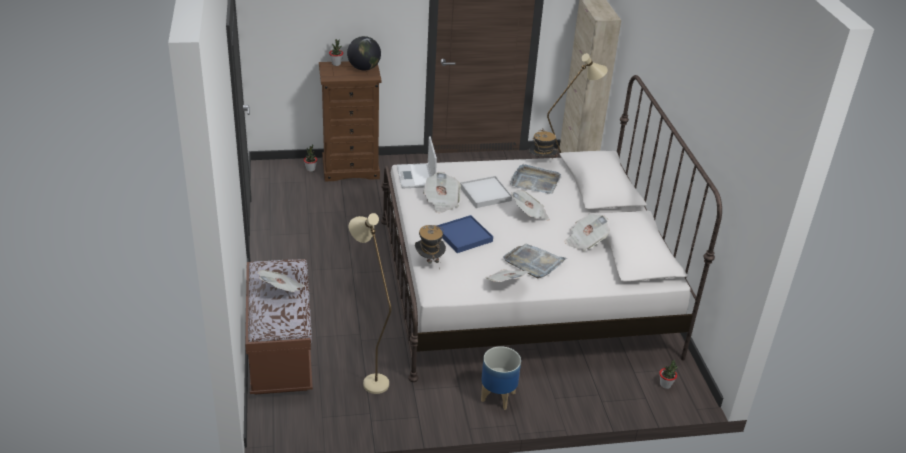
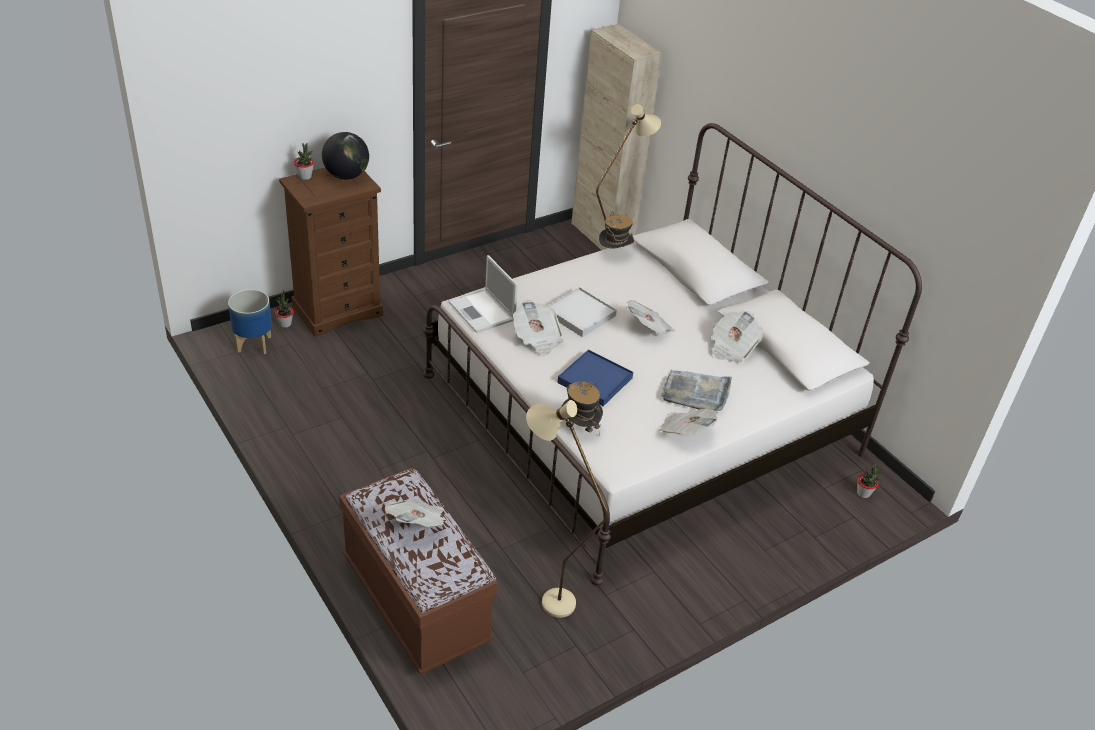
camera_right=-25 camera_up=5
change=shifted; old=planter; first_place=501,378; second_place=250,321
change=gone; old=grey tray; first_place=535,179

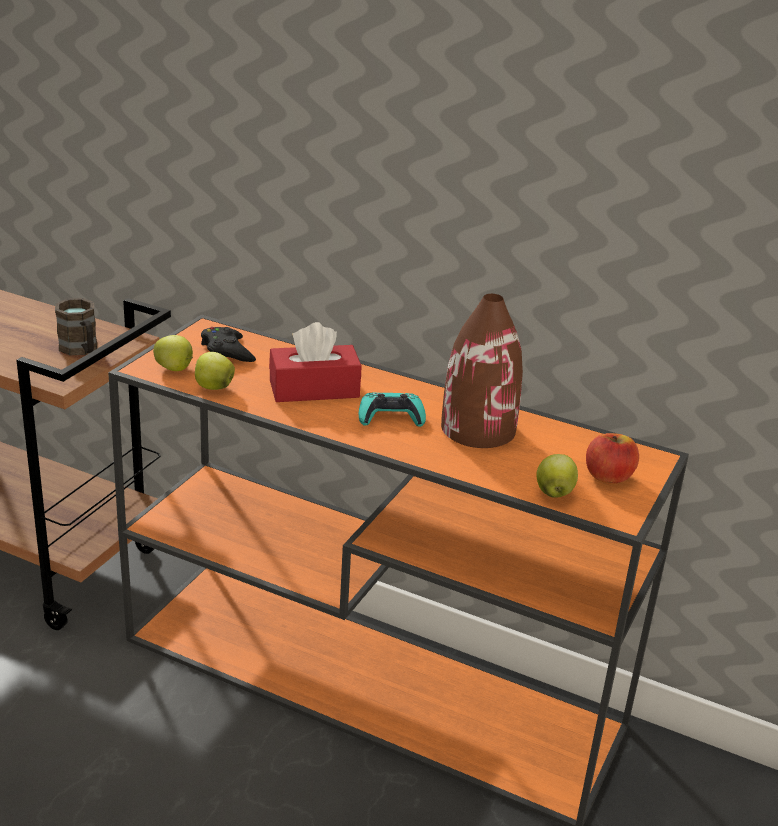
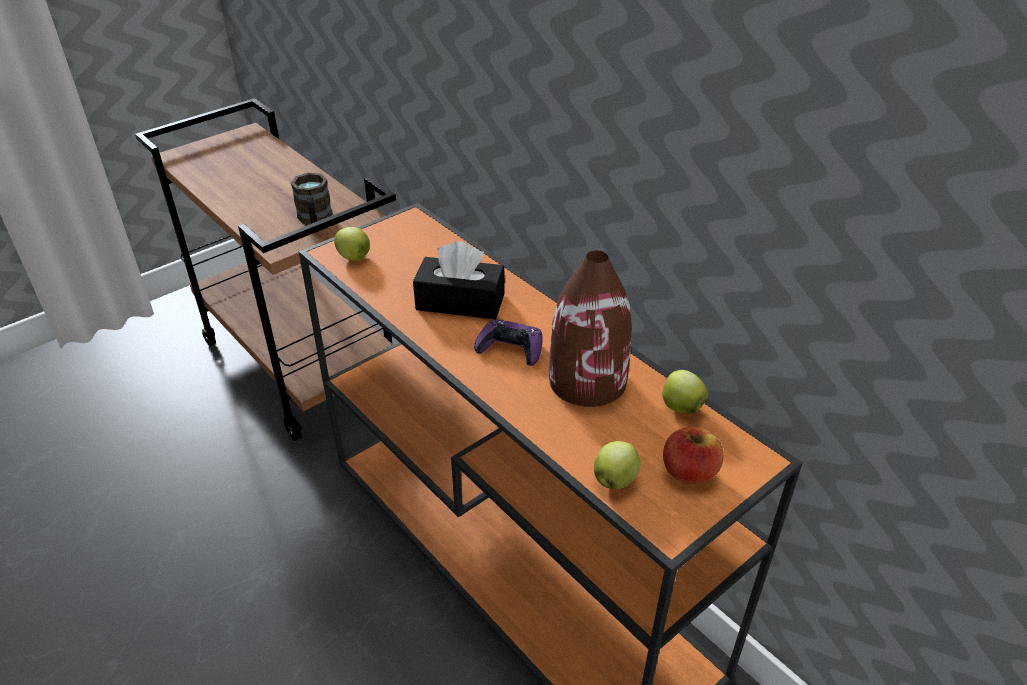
camera_right=25 camera_up=10
change=shifted; old=apple; first_place=215,371; second_place=685,392
change=gone; old=black game controller; first_place=228,344
change=repainted; old=red tissue box; new=black tissue box; first_place=315,362; second_place=459,280
change=repainted; old=turquoise game controller; new=purple game controller; first_place=392,409; second_place=508,342

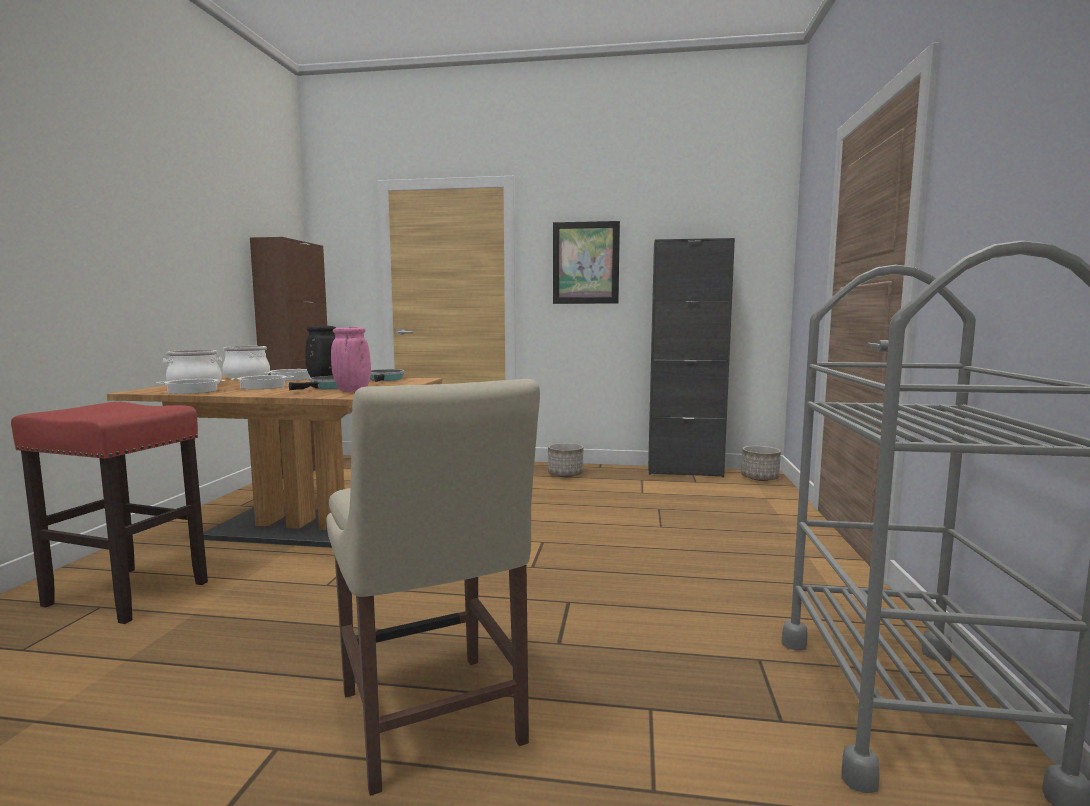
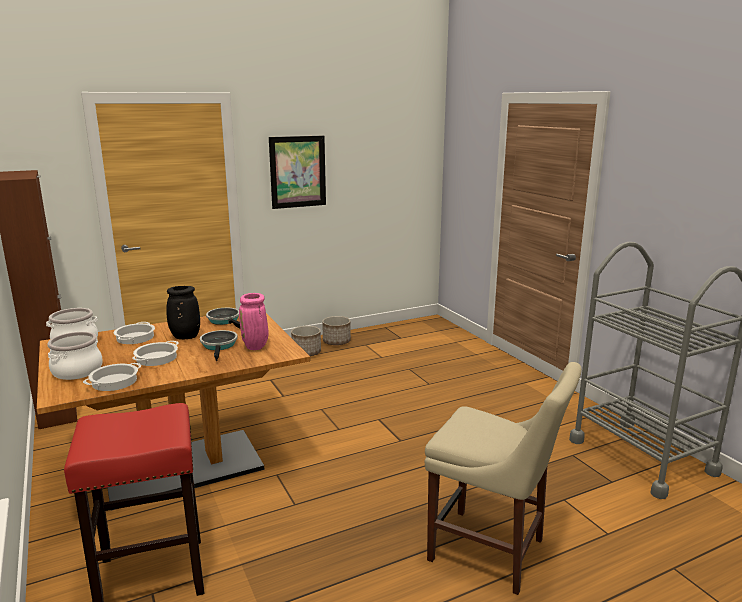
camera_right=-35 camera_up=10
change=gone; old=black cabinet; first_place=691,357
change=shifted; old=planter; first_place=761,463; second_place=336,330

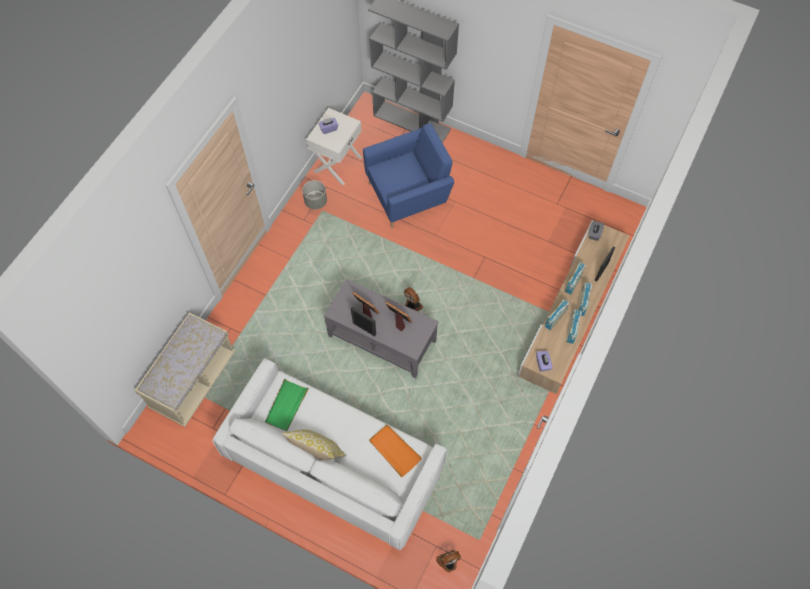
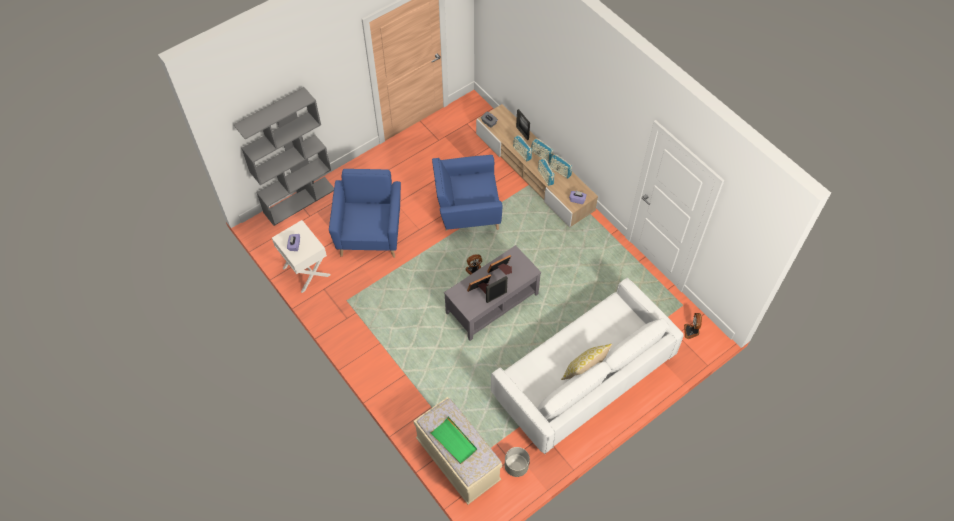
camera_right=-65 camera_up=-5
change=shifted; old=green tray; first_place=287,405; second_place=453,440
change=shifted; old=grey planter; first_place=314,195; second_place=517,462
change=gone; old=orange tray; first_place=395,451
change=new; new=blue armchair; second_place=467,193

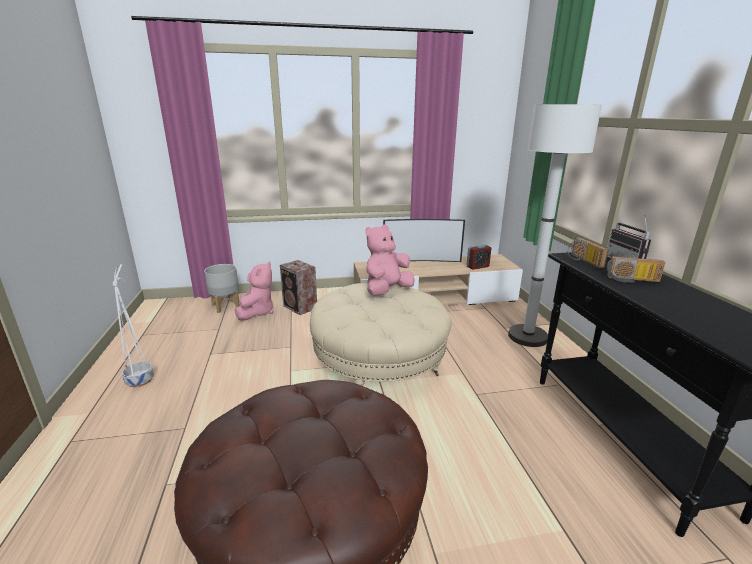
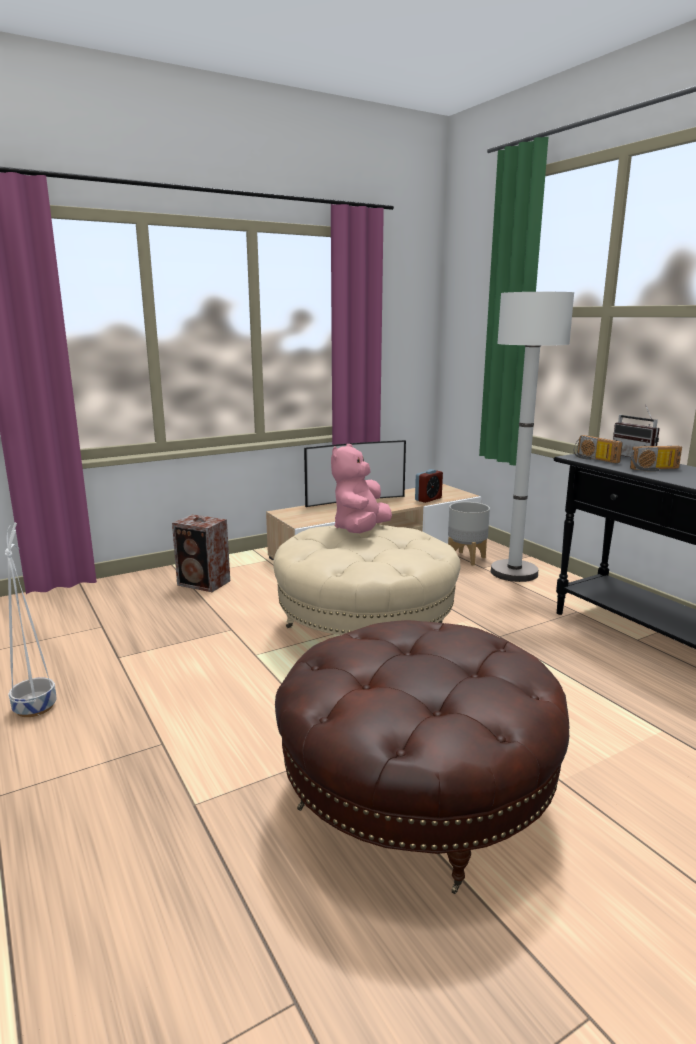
camera_right=-20 camera_up=-5
change=shifted; old=grey planter; first_place=222,288; second_place=469,534
change=gone; old=pink plush toy; first_place=254,291

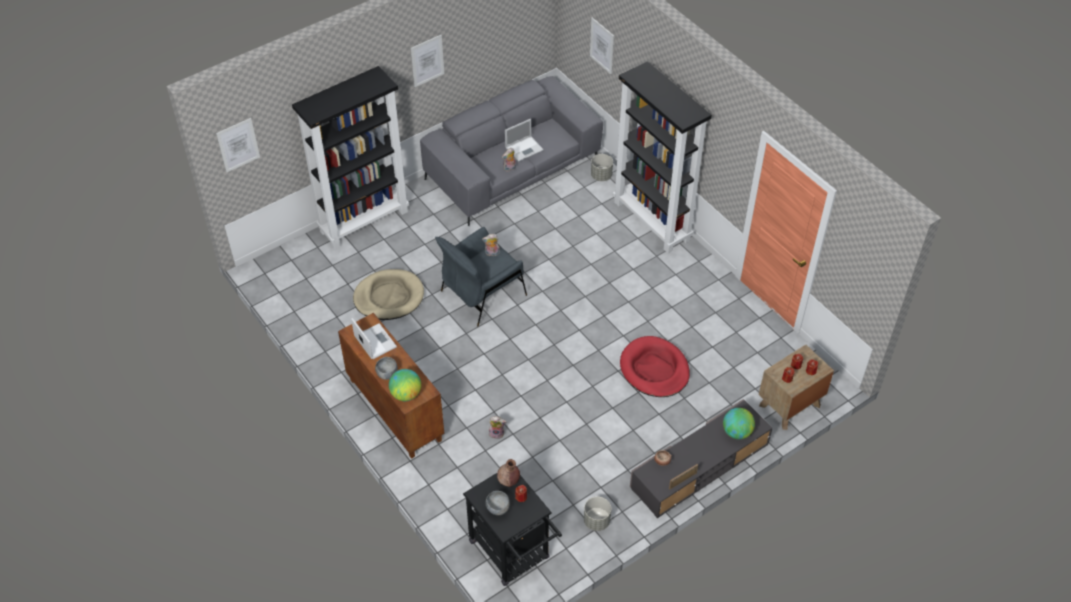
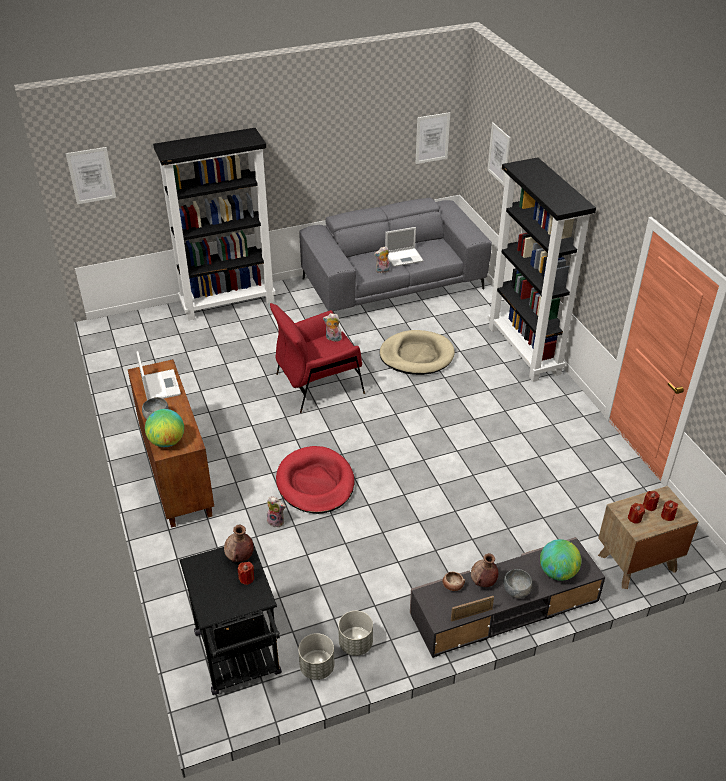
camera_right=15 camera_up=-10
change=shifted; old=beige dog bed; first_place=388,294; second_place=417,352
change=shifted; old=picture; first_place=427,61; second_place=432,138
change=repainted; old=grey armchair; new=red armchair; first_place=481,277; second_place=317,358
change=shifted; old=grey bowl; first_place=498,503; second_place=518,584
change=shifted; old=grey planter; first_place=602,167; second_place=316,656
change=shifted; old=red dog bed; first_place=655,366; second_place=315,480
change=new; new=brown vase; second_place=484,570

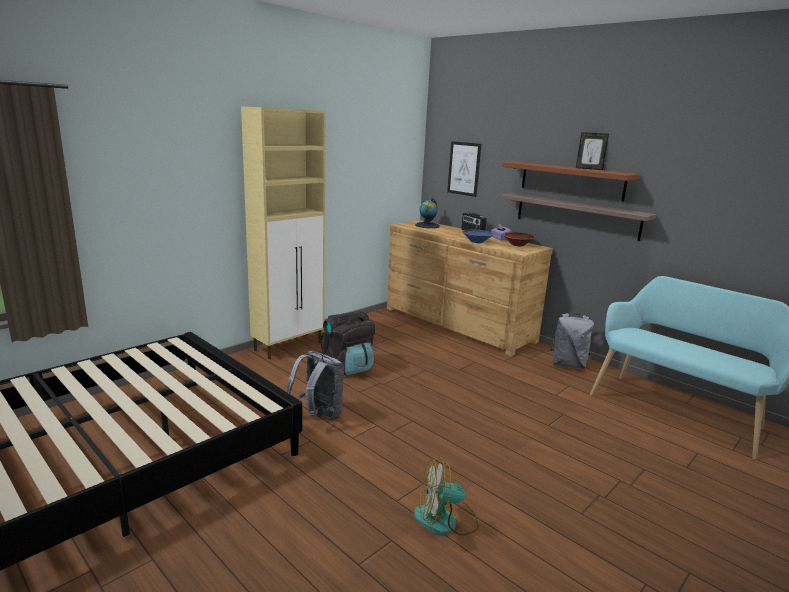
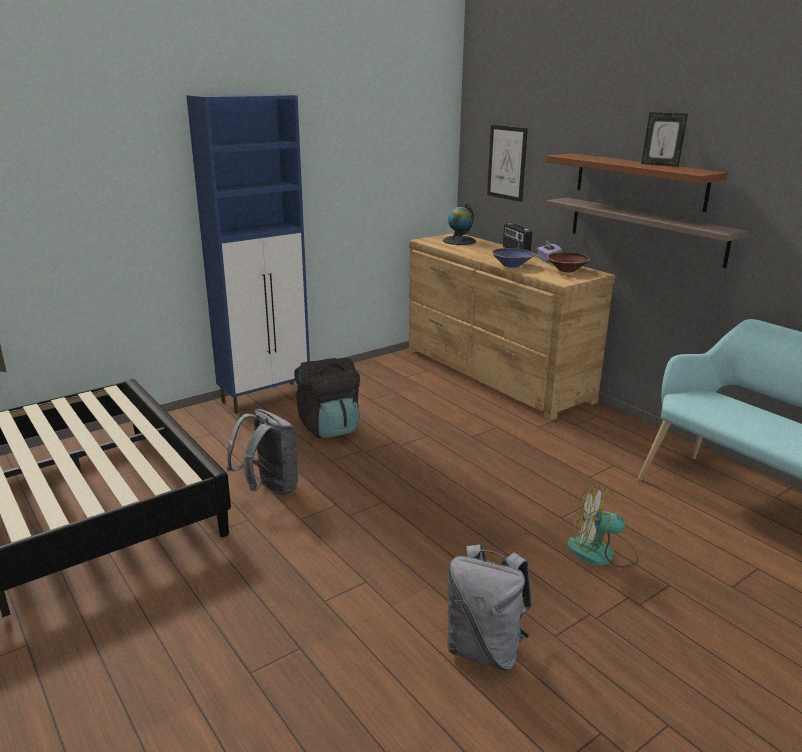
camera_right=10 camera_up=5
change=repainted; old=beige cabinet; new=blue cabinet; first_place=283,232; second_place=248,254
change=shifted; old=fan; first_place=446,496; second_place=602,526
change=shifted; old=grey backpack; first_place=572,341; second_place=489,607

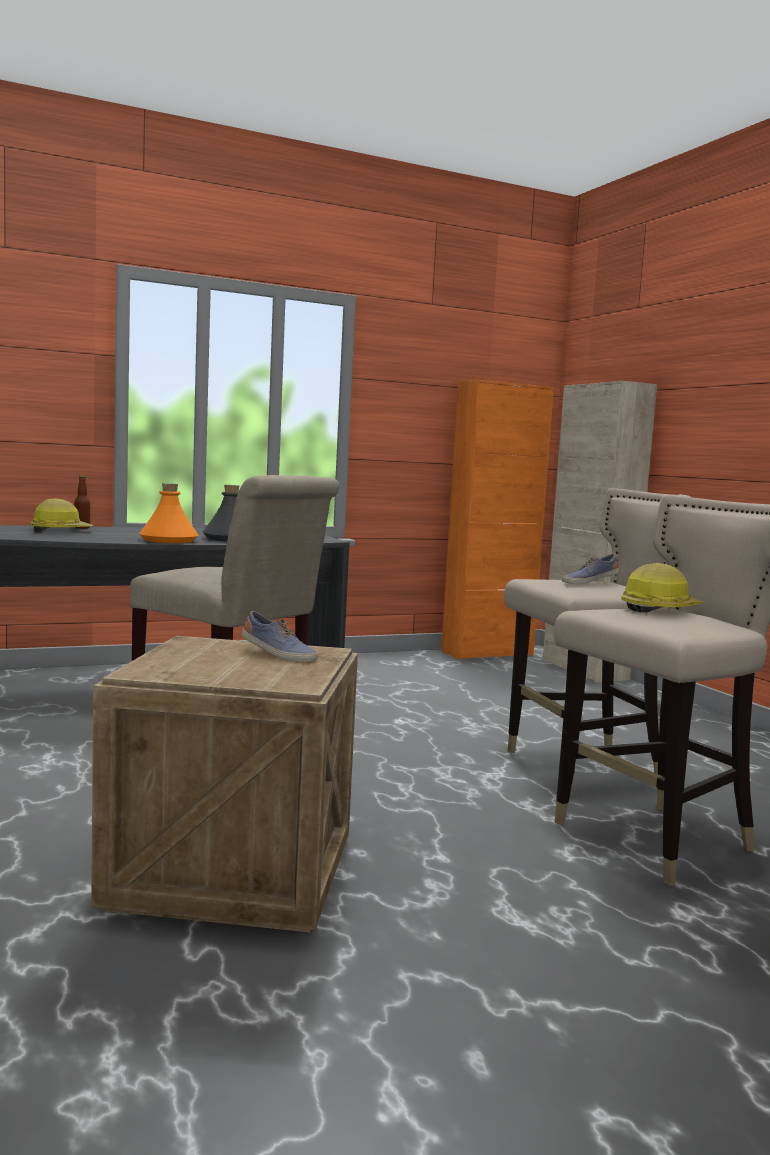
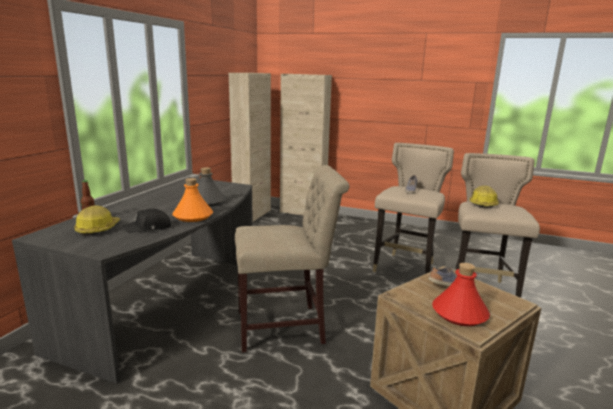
camera_right=-45 camera_up=10
change=repainted; old=orange cabinet; new=beige cabinet; first_place=497,520; second_place=250,147
change=new; new=black cap; second_place=146,220
change=new; new=red bottle; second_place=461,294

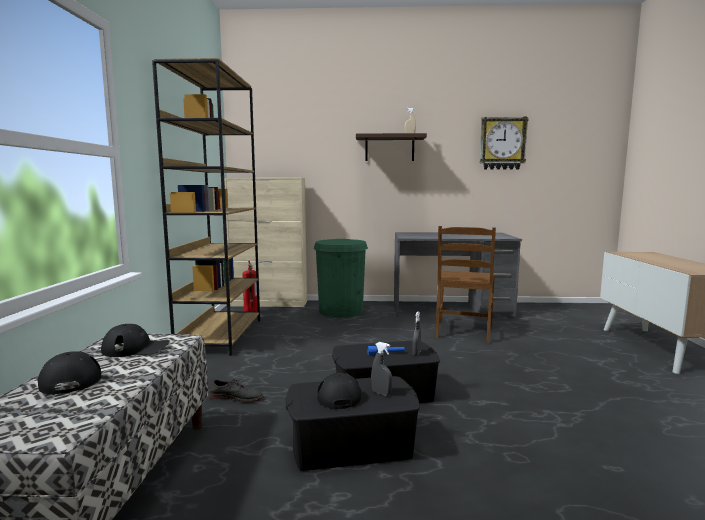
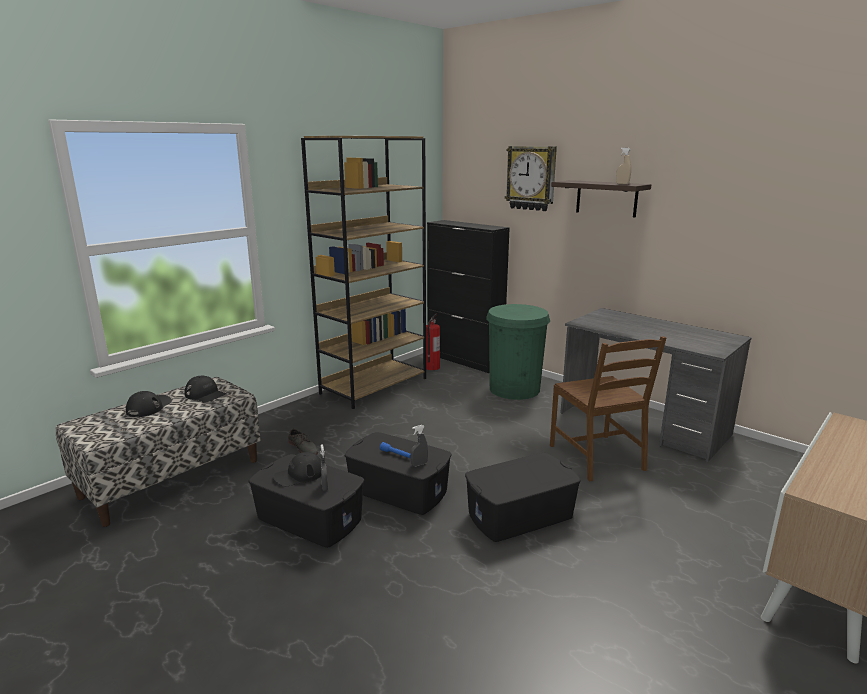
camera_right=40 camera_up=10
change=repainted; old=beige cabinet; new=black cabinet; first_place=265,242; second_place=468,296
change=rotated; old=black cap; first_place=339,391; second_place=297,469; degrees=-150
change=rotated; old=brown chair; first_place=465,285; second_place=608,409; degrees=-75
change=shifted; old=wall clock; first_place=504,143; second_place=531,178
change=new; new=black storage box; second_place=523,497

